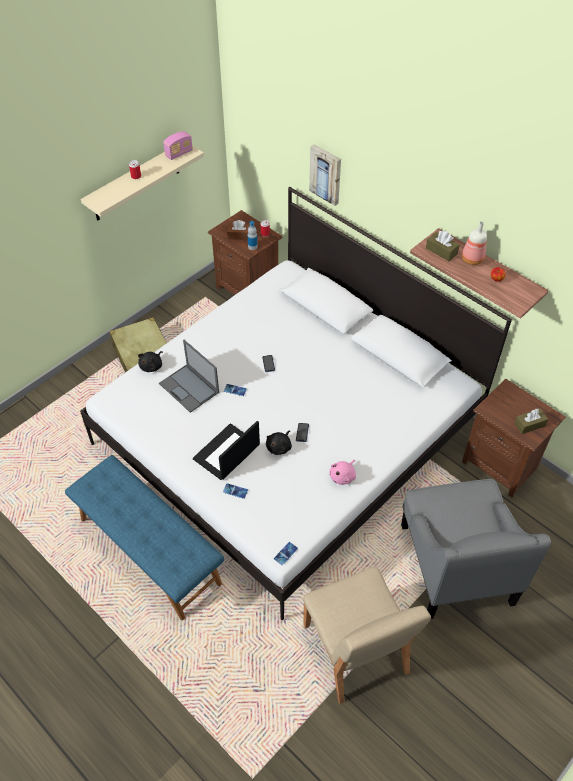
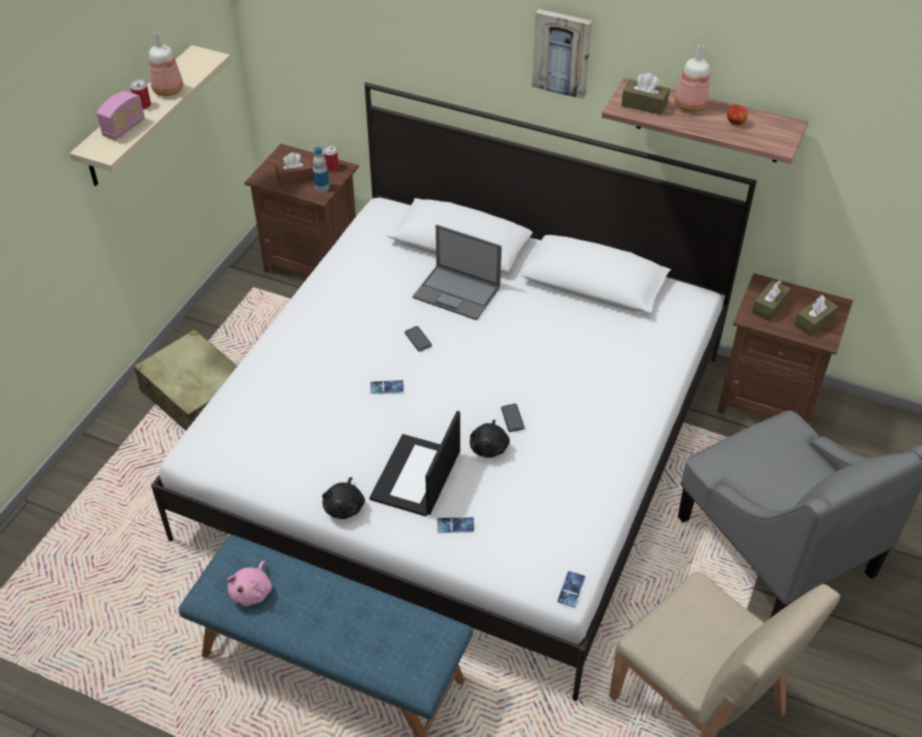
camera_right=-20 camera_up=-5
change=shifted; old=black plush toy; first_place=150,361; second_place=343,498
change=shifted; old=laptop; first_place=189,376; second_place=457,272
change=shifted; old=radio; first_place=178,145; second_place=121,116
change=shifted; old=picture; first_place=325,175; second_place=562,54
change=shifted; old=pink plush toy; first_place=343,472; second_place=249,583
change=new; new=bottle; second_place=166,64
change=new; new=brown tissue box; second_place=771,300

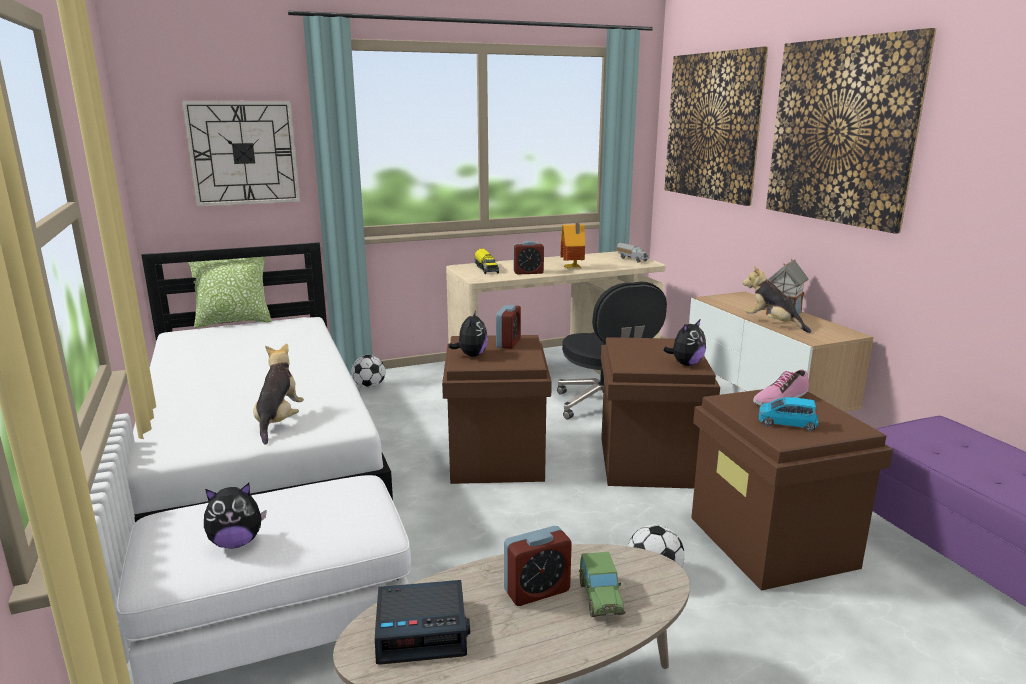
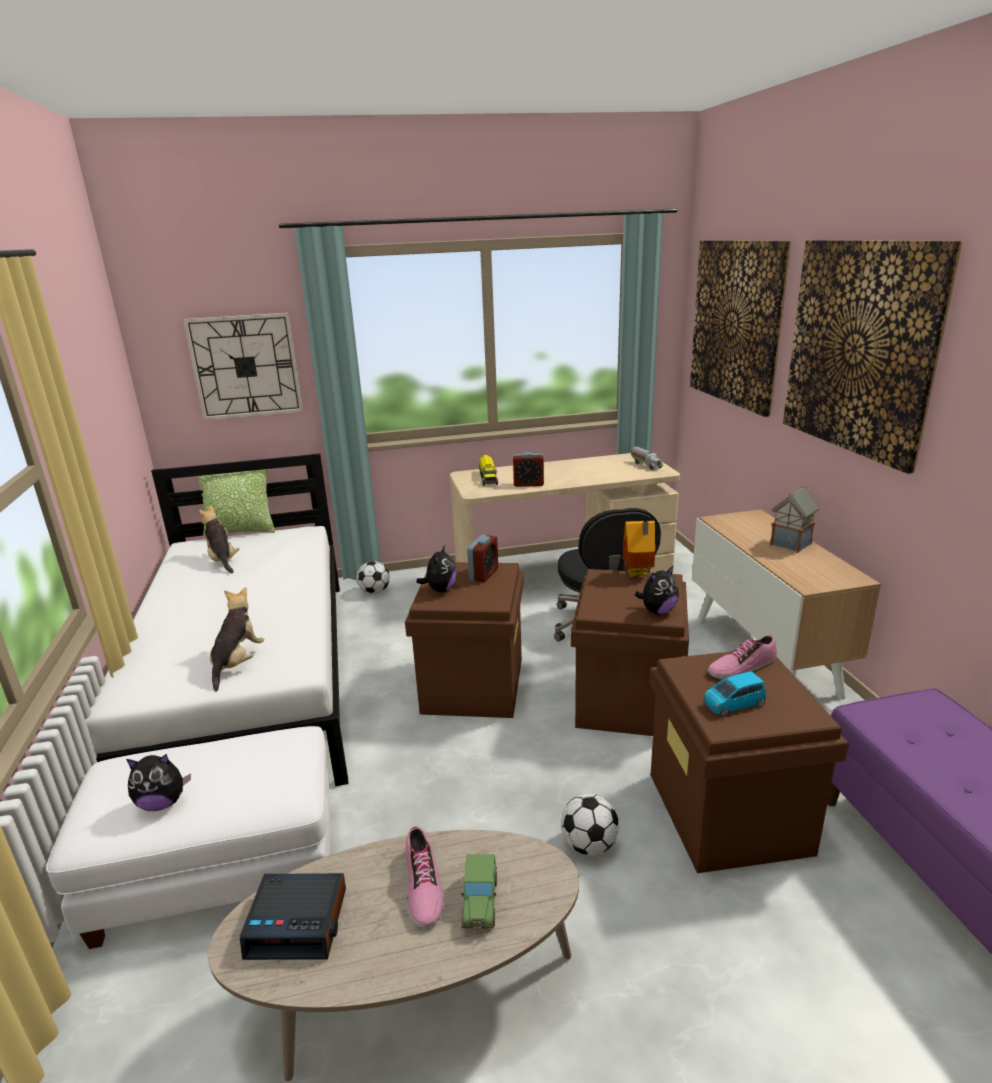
camera_right=10 camera_up=5
change=swapped; old=alarm clock; new=shoe; first_place=538,566; second_place=424,878
change=shifted; old=toy house; first_place=572,246; second_place=639,549
change=shifted; old=plush toy; first_place=777,299; second_place=219,539
change=rotated; old=blue toy car; first_place=788,414; second_place=735,693; degrees=-45

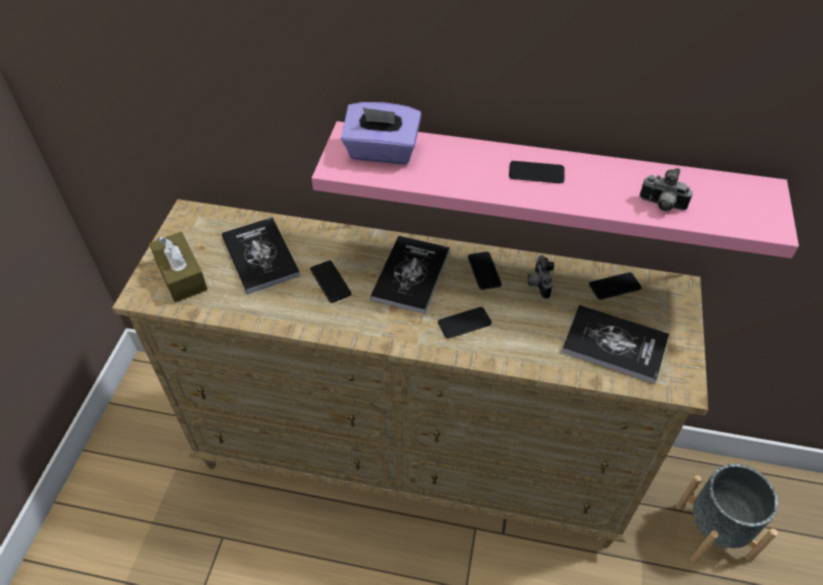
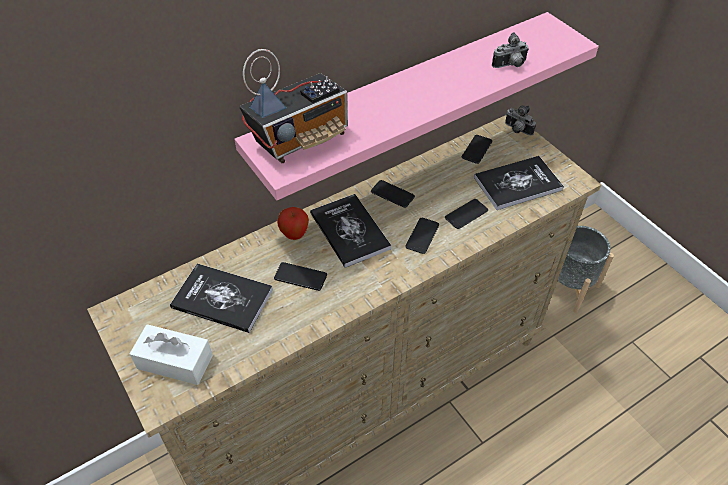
camera_right=-45 camera_up=0
change=repainted; old=brown tissue box; new=white tissue box; first_place=178,267; second_place=171,354
change=swapped; old=purple tissue box; new=radio; first_place=381,133; second_place=294,106
change=shifted; old=phone; first_place=537,172; second_place=466,214
change=shifted; old=photo camera; first_place=541,277; second_place=520,120
change=new; new=apple; second_place=293,223

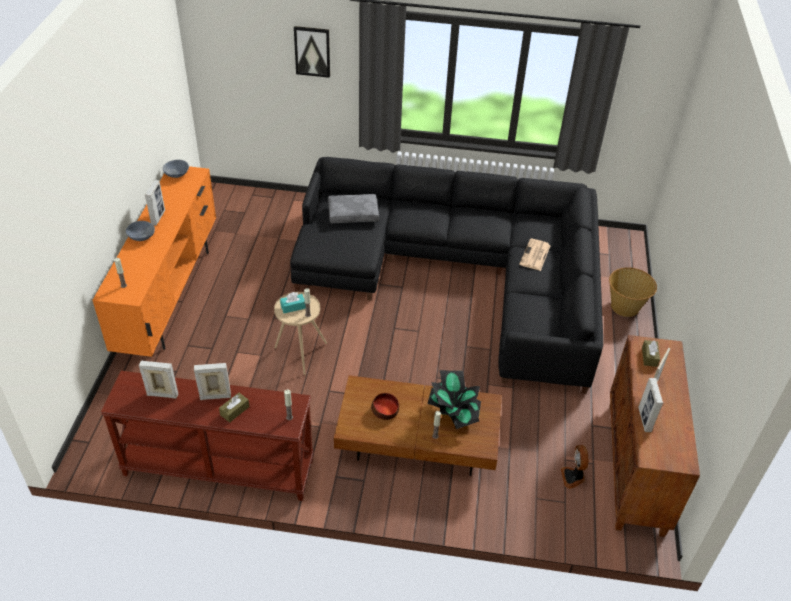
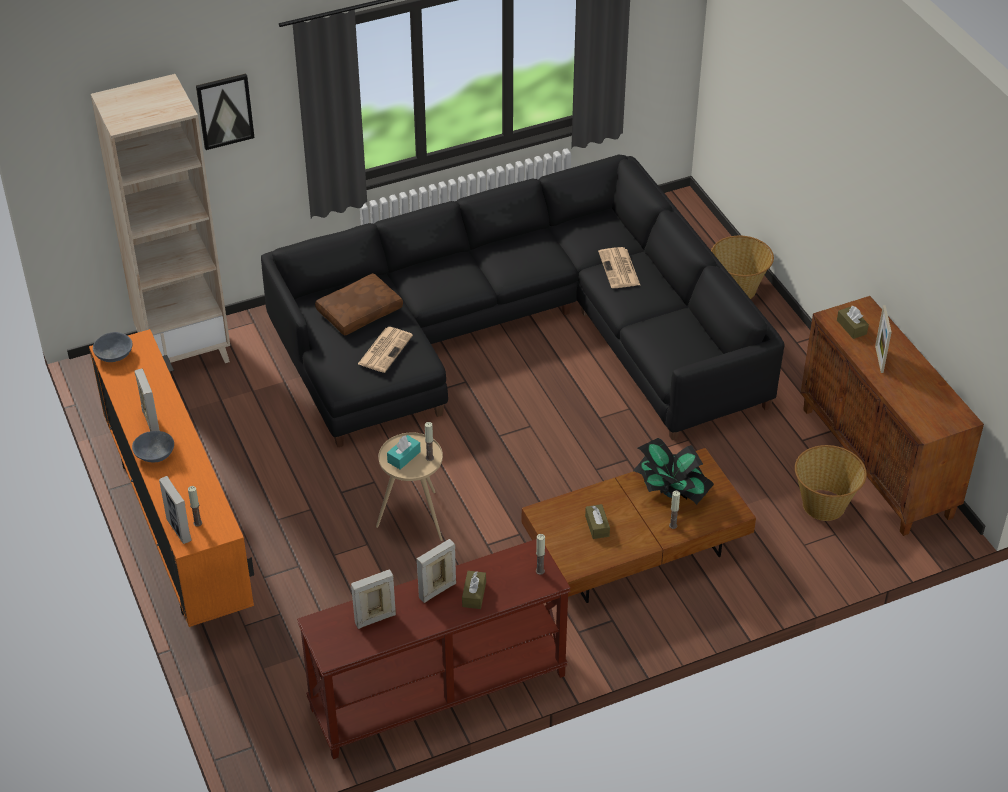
camera_right=-30 camera_up=0
change=repainted; old=grey pillow; new=brown pillow; first_place=353,208; second_place=359,304
change=swapped; old=bowl; new=brown tissue box; first_place=385,406; second_place=597,521
change=swapped; old=fan; new=basket; first_place=574,467; second_place=831,483
change=shifted; old=picture frame; first_place=650,405; second_place=175,510
change=new; new=beige bookcase; second_place=160,218
change=new; new=newspaper; second_place=385,350

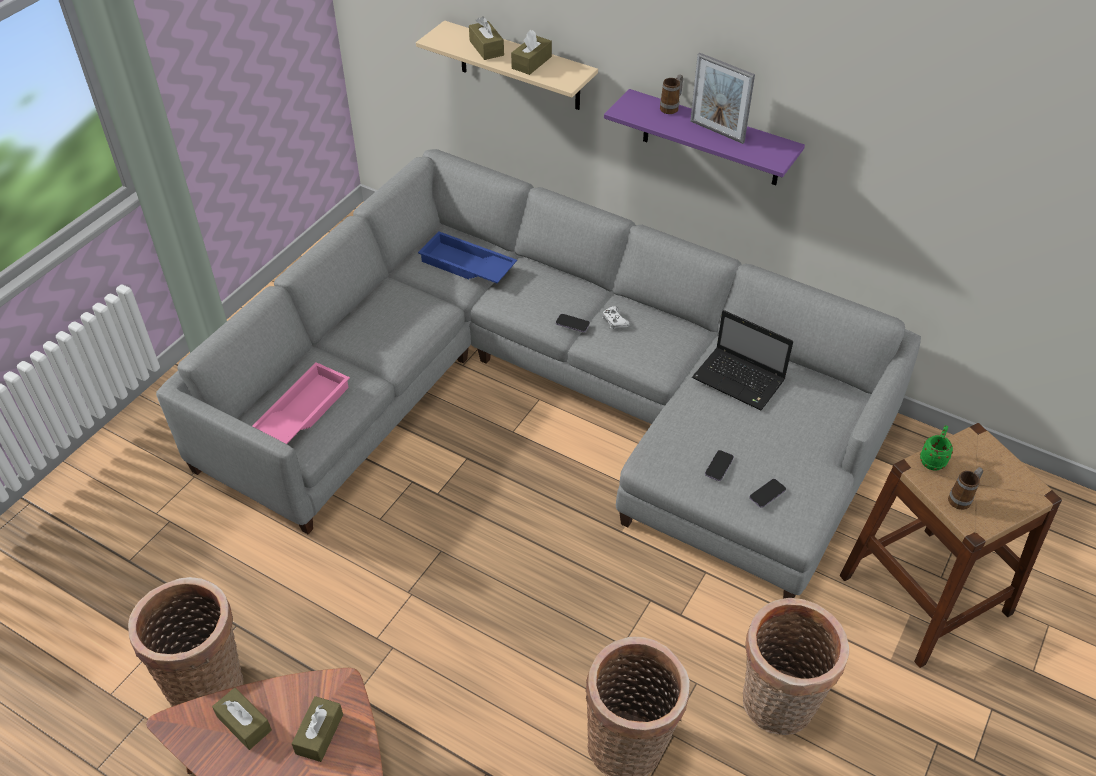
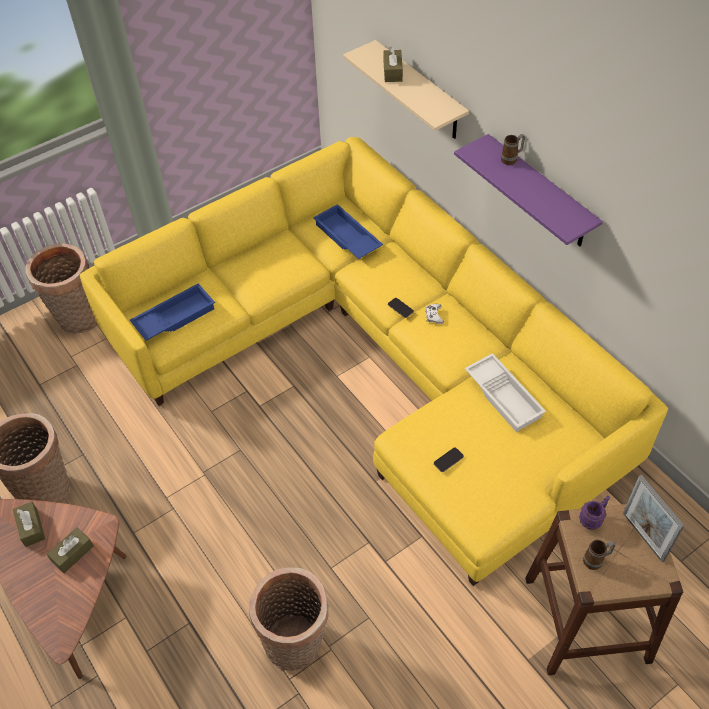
camera_right=25 camera_up=5
change=repainted; old=grey sofa; new=yellow sofa; first_place=538,373; second_place=374,361
change=repainted; old=pink tray; new=blue tray; first_place=301,403; second_place=172,312
change=gone; old=brown tissue box; first_place=531,52
change=shifted; old=picture frame; first_place=722,98; second_place=653,518
change=swapped; old=laptop; new=white tray; first_place=742,360; second_place=505,392
change=shifted; old=basket; first_place=796,666; second_place=61,288
change=gone; old=phone; first_place=767,493
change=repainted; old=green mug; new=purple mug; first_place=936,448; second_place=594,513

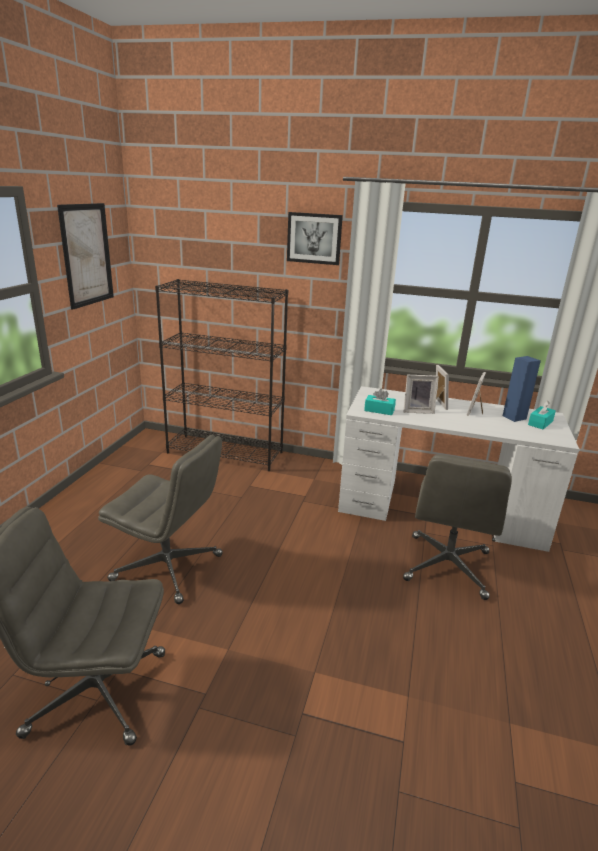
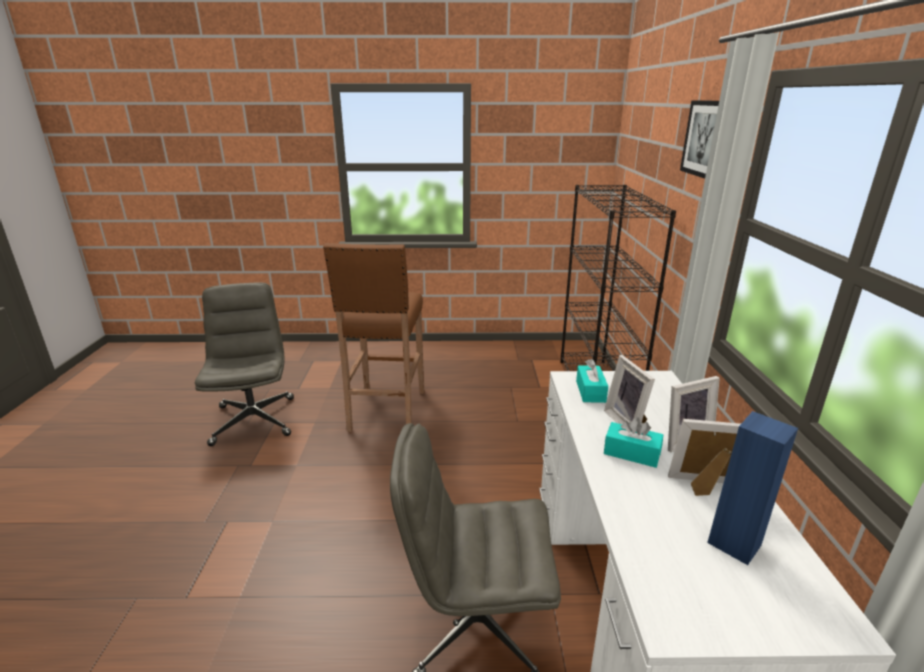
camera_right=75 camera_up=0
change=gone; old=picture; first_place=85,256
change=swapped; old=grey office chair; new=brown stool; first_place=160,519; second_place=373,337
change=shifted; old=turquoise tissue box; first_place=542,415; second_place=633,442

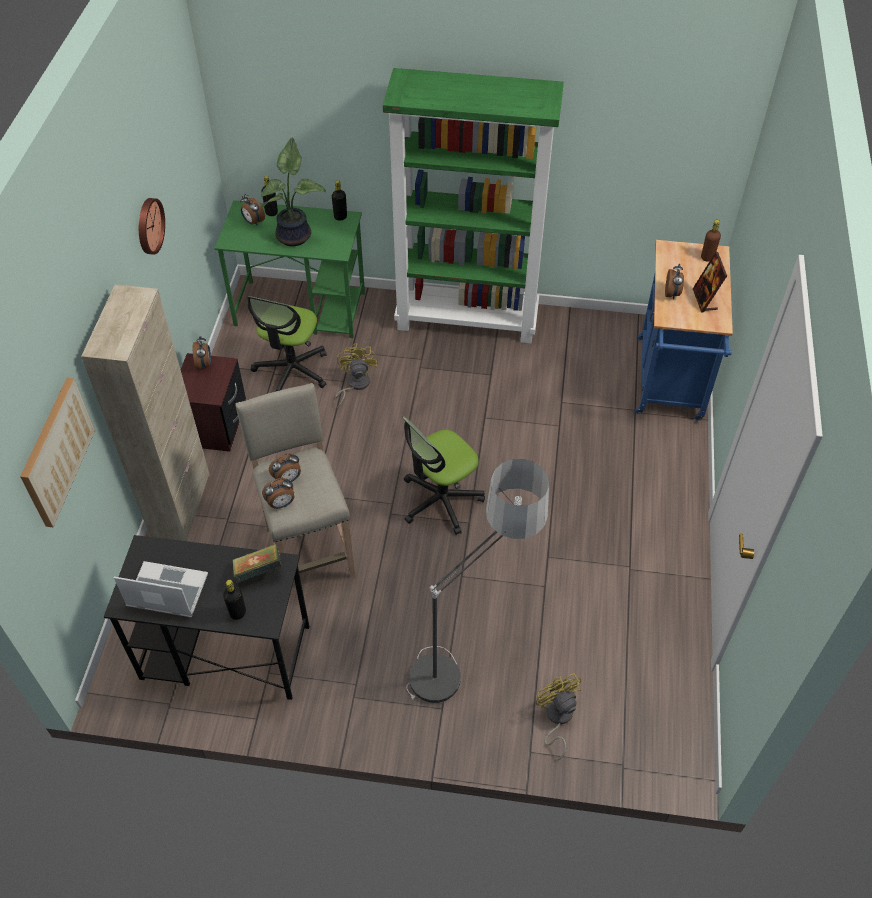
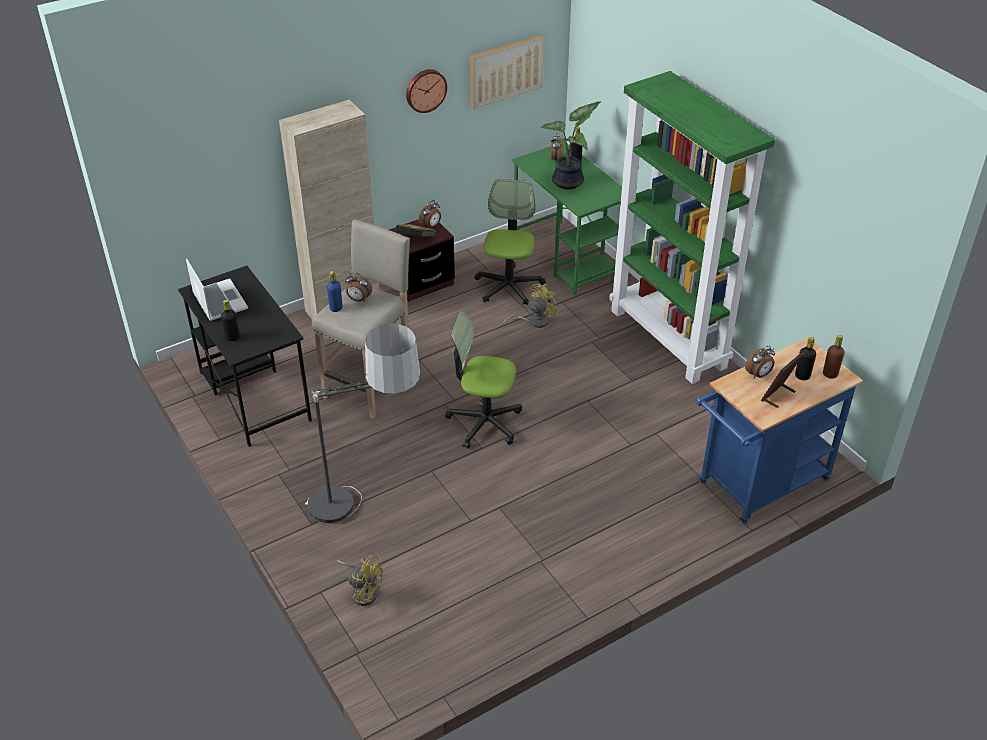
camera_right=50 camera_up=-10
change=shifted; old=picture; first_place=57,452; second_place=507,72
change=shifted; old=book; first_place=257,563; second_place=415,230
change=rotated; old=office chair; first_place=287,343; second_place=510,242; degrees=120
change=swapped; old=alarm clock; new=blue bottle; first_place=278,493; second_place=334,291
change=shifted; old=black bottle; first_place=339,200; second_place=805,358
change=rotated; old=yellow fan; first_place=558,716; second_place=360,580; degrees=90

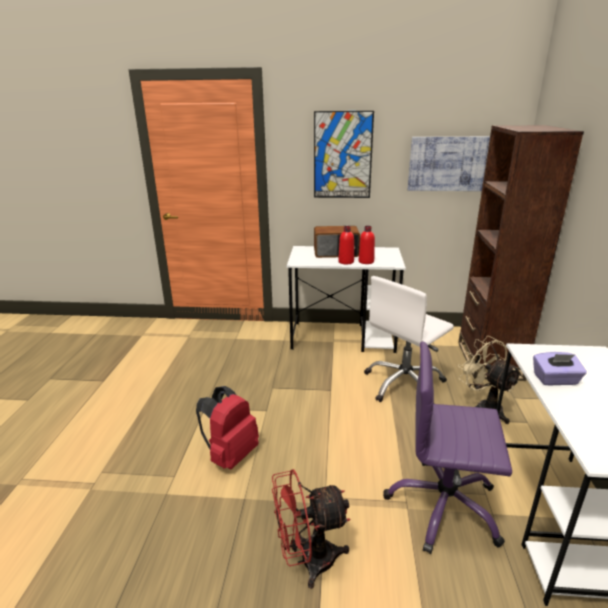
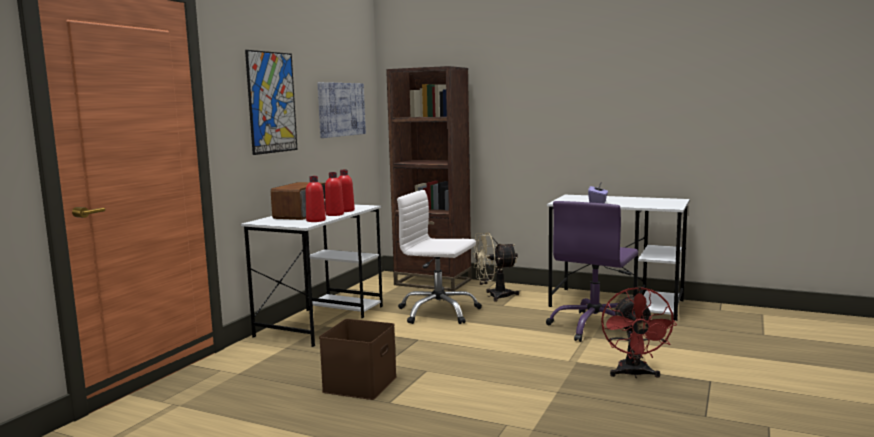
camera_right=-70 camera_up=-15
change=gone; old=red backpack; first_place=227,427
change=rotated; old=white office chair; first_place=409,340; second_place=439,257; degrees=135
change=new; new=red bottle; second_place=315,199
change=new; new=brown storage box; second_place=358,359

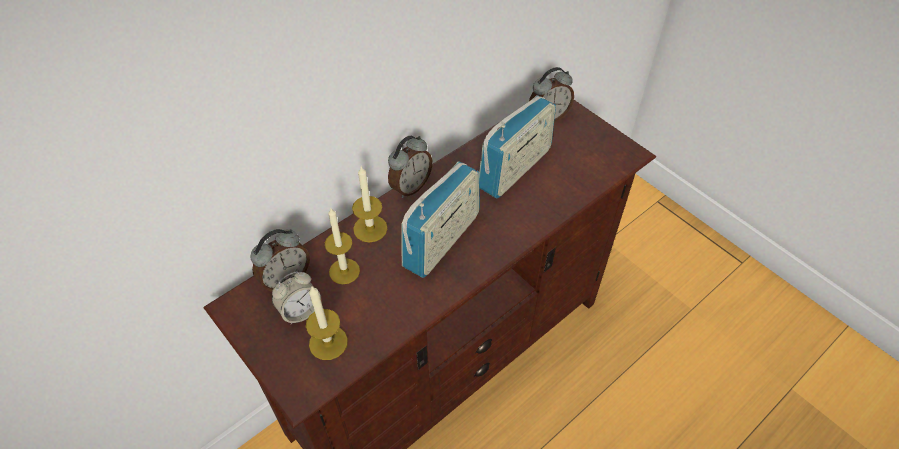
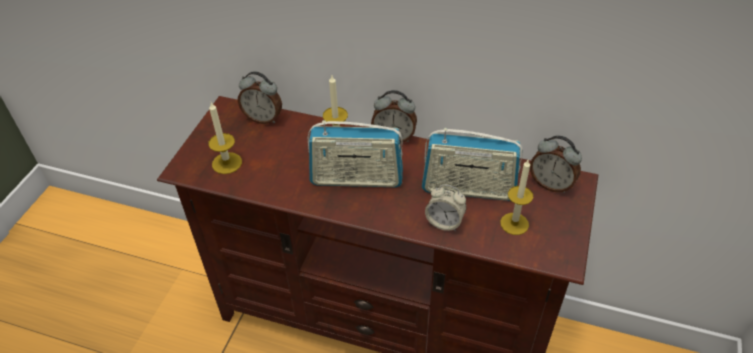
camera_right=60 camera_up=-5
change=shifted; old=alarm clock; first_place=296,297; second_place=445,208
change=shifted; old=candle; first_place=342,246; second_place=516,197

